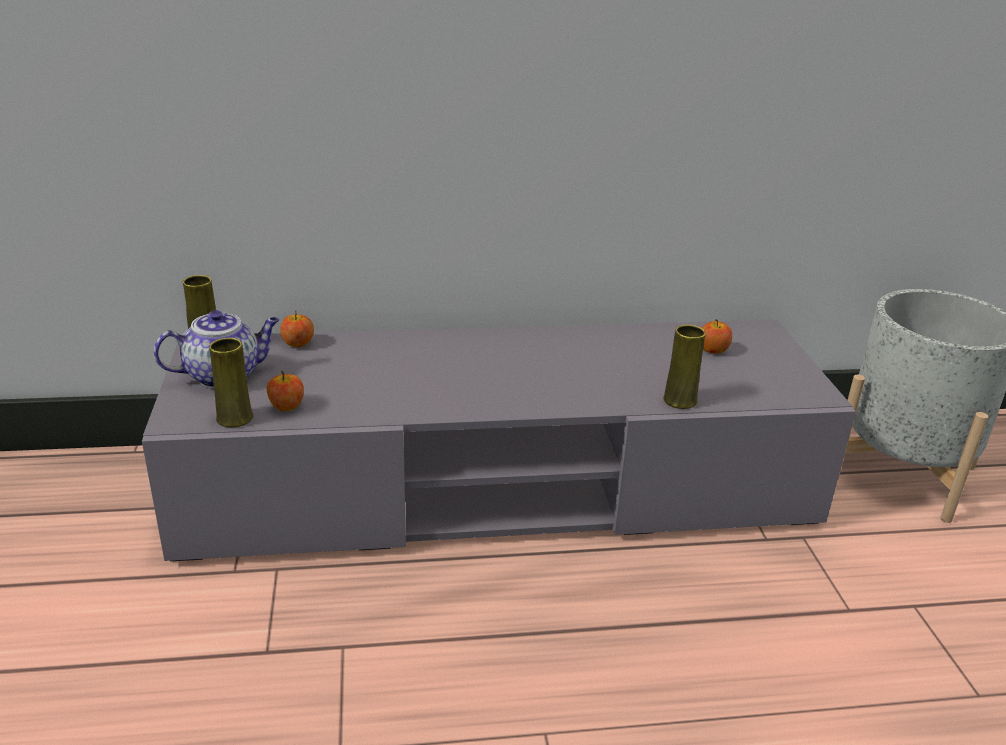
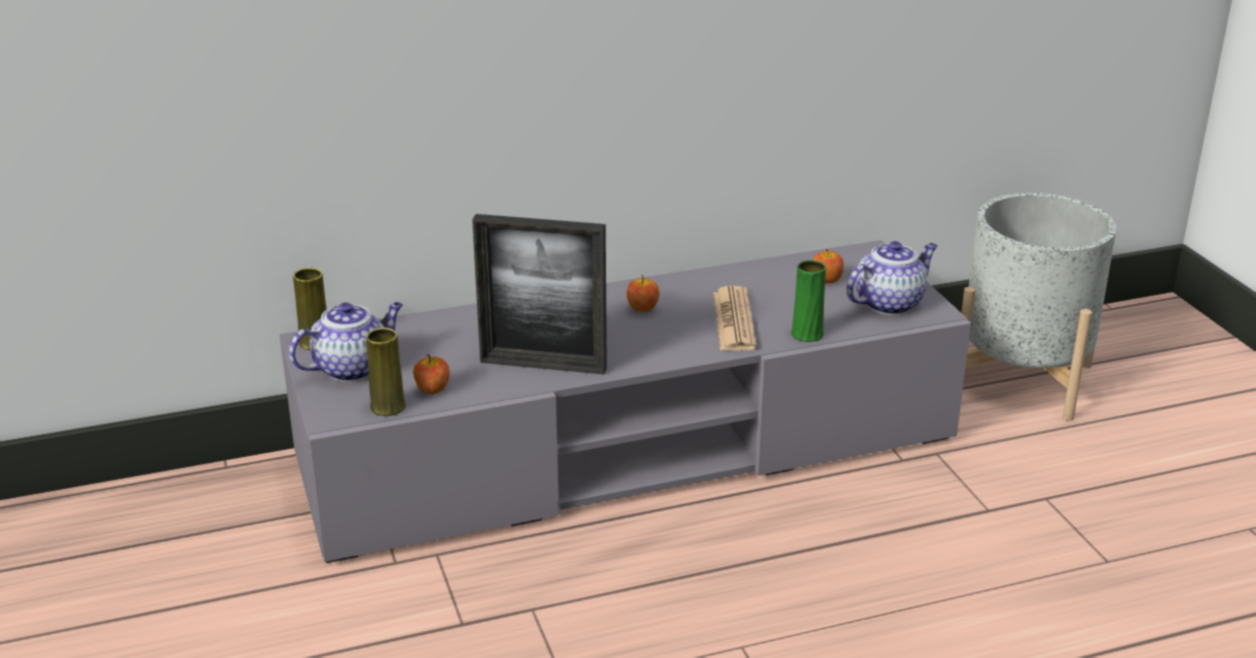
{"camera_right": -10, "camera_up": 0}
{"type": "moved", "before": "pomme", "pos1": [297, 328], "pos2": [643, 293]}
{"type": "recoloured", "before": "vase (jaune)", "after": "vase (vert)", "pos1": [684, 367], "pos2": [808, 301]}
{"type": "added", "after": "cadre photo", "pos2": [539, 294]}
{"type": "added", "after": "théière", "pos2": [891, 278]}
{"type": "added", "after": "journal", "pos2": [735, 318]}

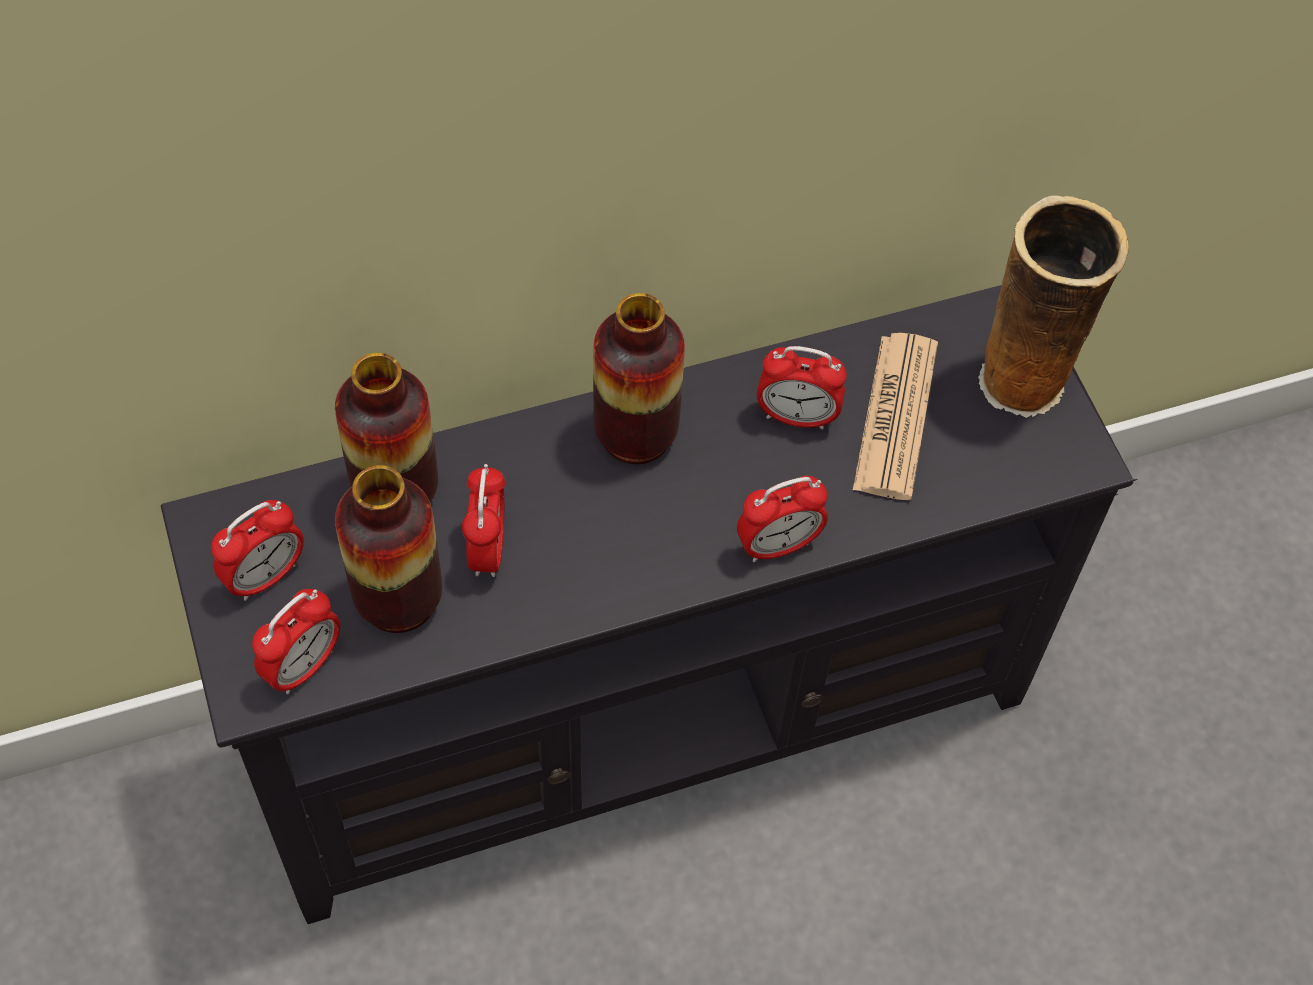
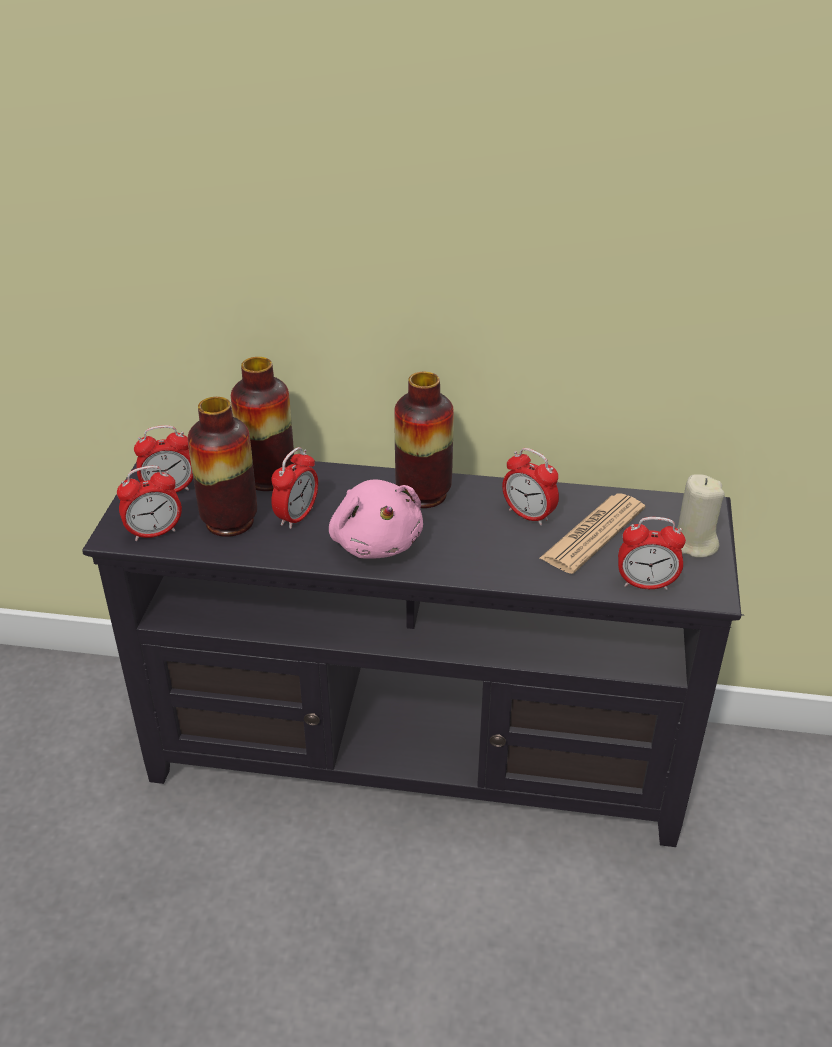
{"camera_right": 30, "camera_up": -20}
{"type": "replaced", "before": "vase", "after": "bougie (beige)", "pos1": [1053, 306], "pos2": [701, 516]}
{"type": "moved", "before": "réveil", "pos1": [782, 519], "pos2": [652, 553]}
{"type": "added", "after": "peluche (rose)", "pos2": [376, 519]}

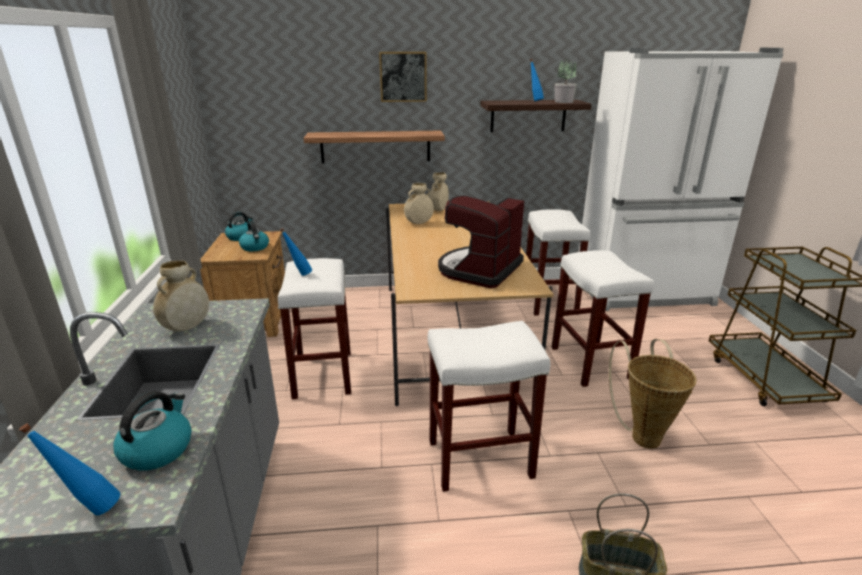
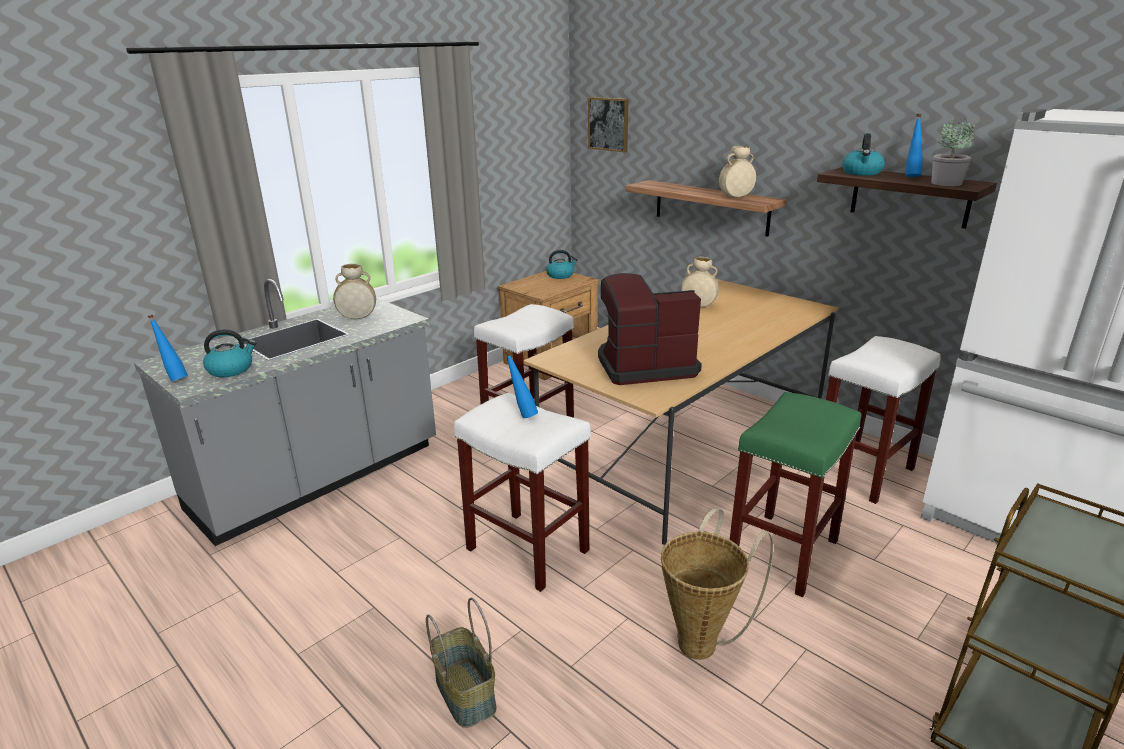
{"camera_right": 50, "camera_up": 0}
{"type": "moved", "before": "tableau", "pos1": [403, 77], "pos2": [608, 125]}
{"type": "moved", "before": "vase (beige)", "pos1": [439, 191], "pos2": [737, 172]}
{"type": "moved", "before": "bouilloire", "pos1": [254, 236], "pos2": [863, 154]}
{"type": "moved", "before": "bouteille (bleu)", "pos1": [296, 252], "pos2": [521, 384]}
{"type": "recoloured", "before": "tabouret (blanc)", "after": "tabouret (vert)", "pos1": [602, 318], "pos2": [795, 494]}

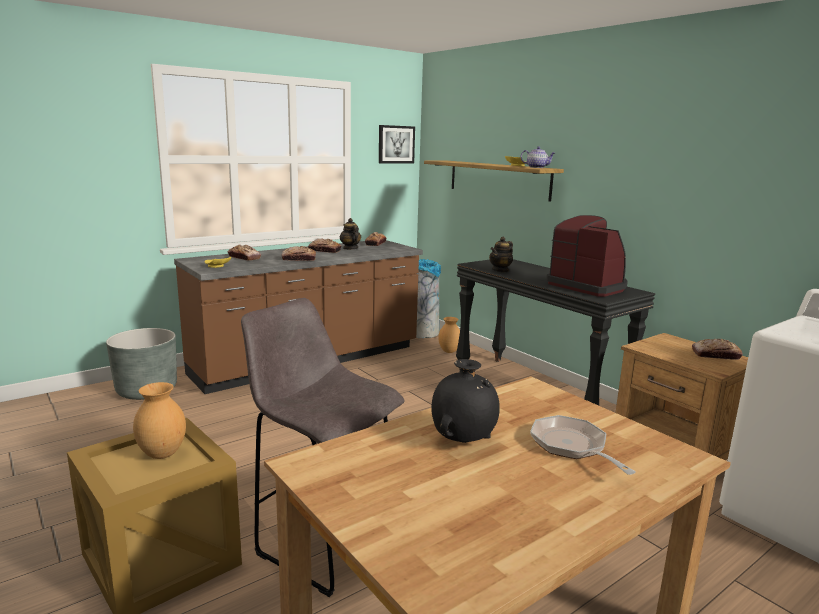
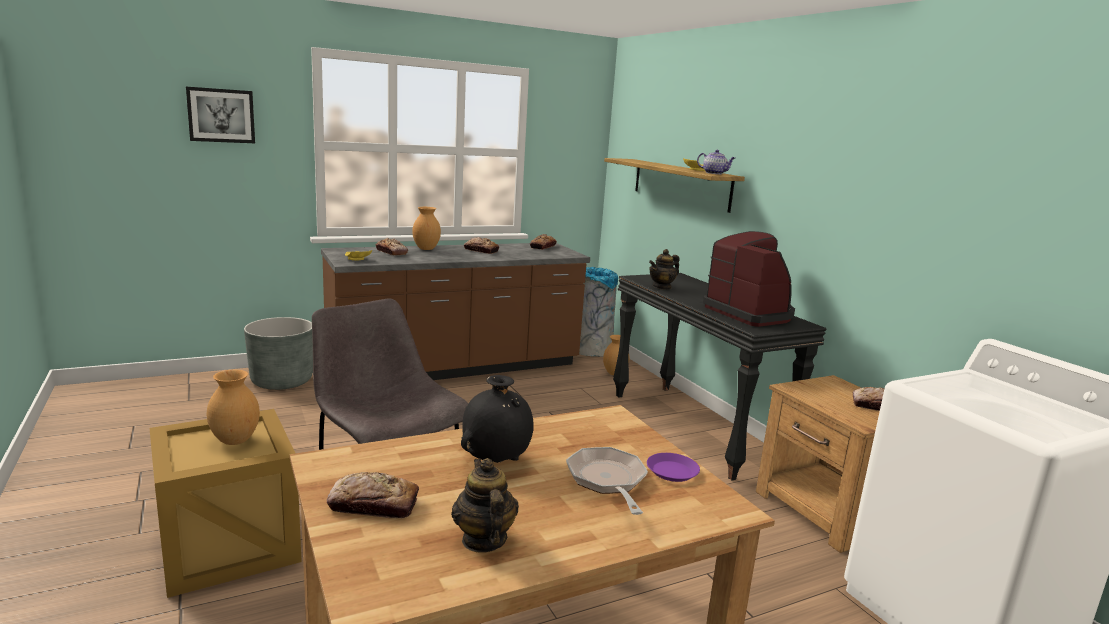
{"camera_right": 10, "camera_up": 0}
{"type": "moved", "before": "tableau", "pos1": [397, 144], "pos2": [220, 115]}
{"type": "moved", "before": "théière", "pos1": [350, 234], "pos2": [485, 505]}
{"type": "moved", "before": "pain", "pos1": [299, 253], "pos2": [373, 495]}
{"type": "added", "after": "vase (marron)", "pos2": [426, 228]}
{"type": "added", "after": "assiette (violet)", "pos2": [673, 467]}

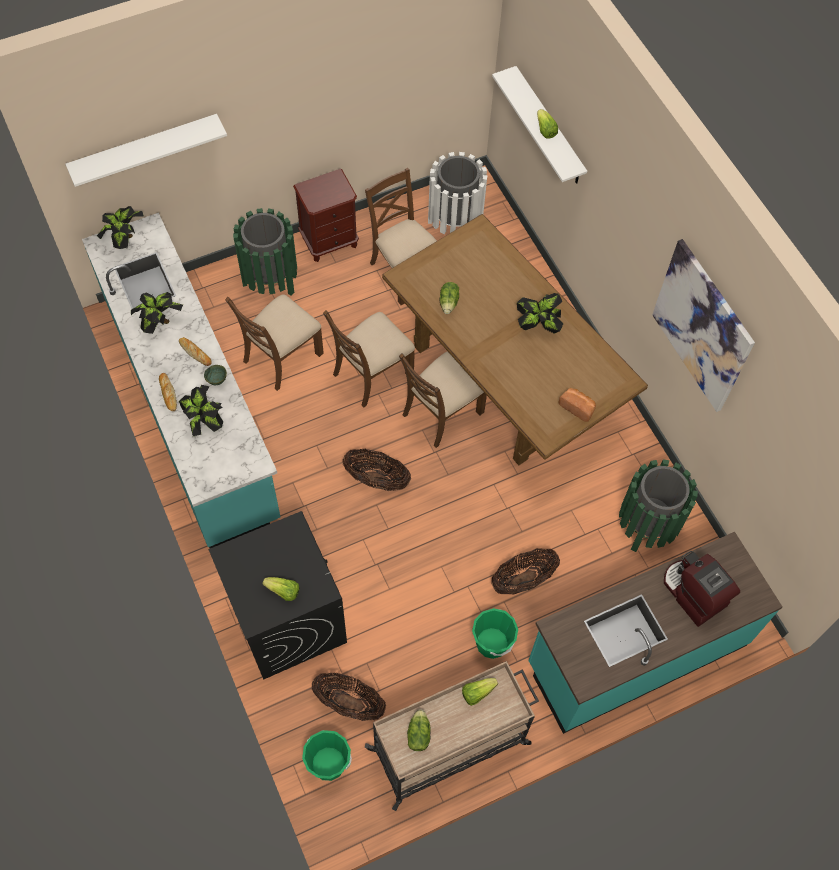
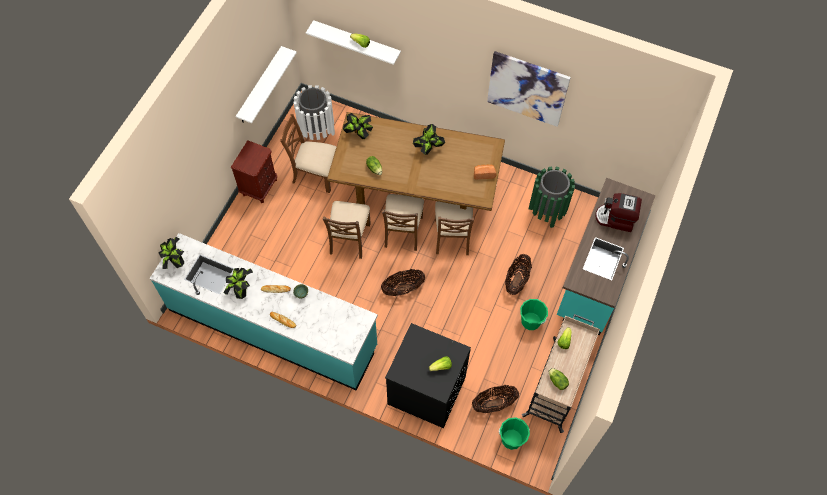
{"camera_right": -40, "camera_up": 0}
{"type": "moved", "before": "étagère (blanc)", "pos1": [146, 150], "pos2": [266, 84]}
{"type": "removed", "before": "poubelle (vert)", "pos1": [265, 252]}
{"type": "moved", "before": "chaise (marron)", "pos1": [274, 342], "pos2": [454, 228]}
{"type": "moved", "before": "plante en pot", "pos1": [201, 410], "pos2": [358, 126]}

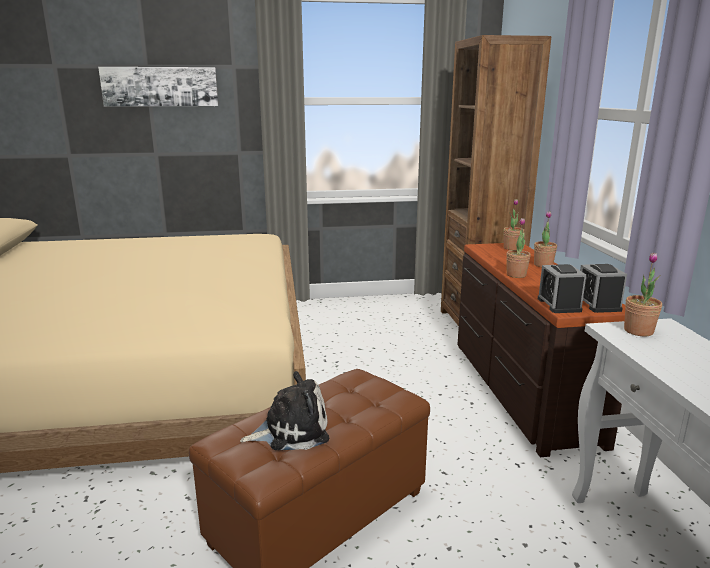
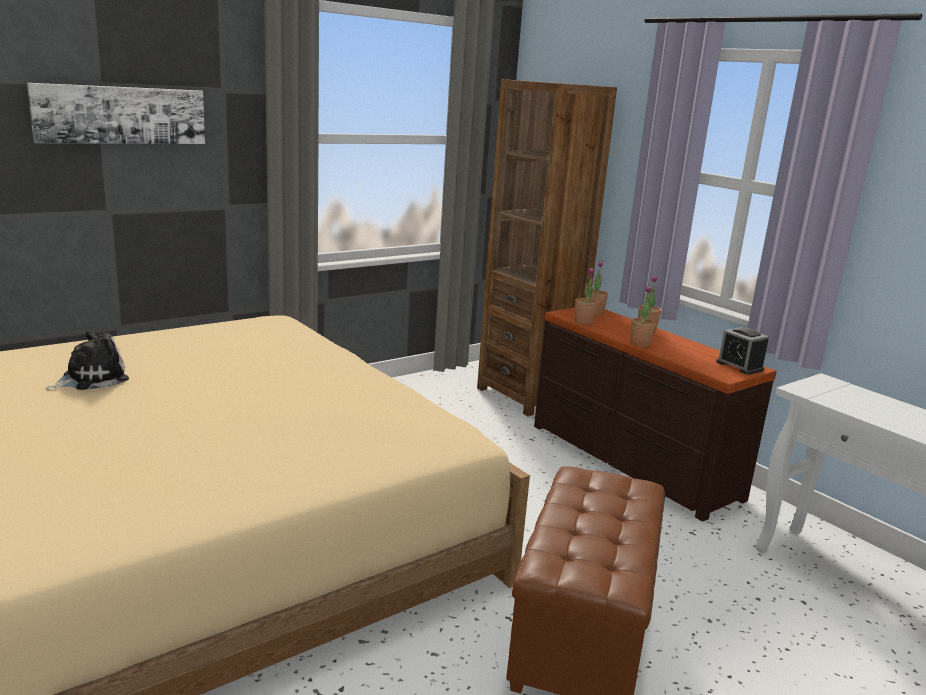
{"camera_right": -30, "camera_up": 0}
{"type": "moved", "before": "plante en pot", "pos1": [643, 294], "pos2": [586, 296]}
{"type": "removed", "before": "réveil", "pos1": [562, 288]}
{"type": "moved", "before": "peluche", "pos1": [284, 410], "pos2": [87, 360]}

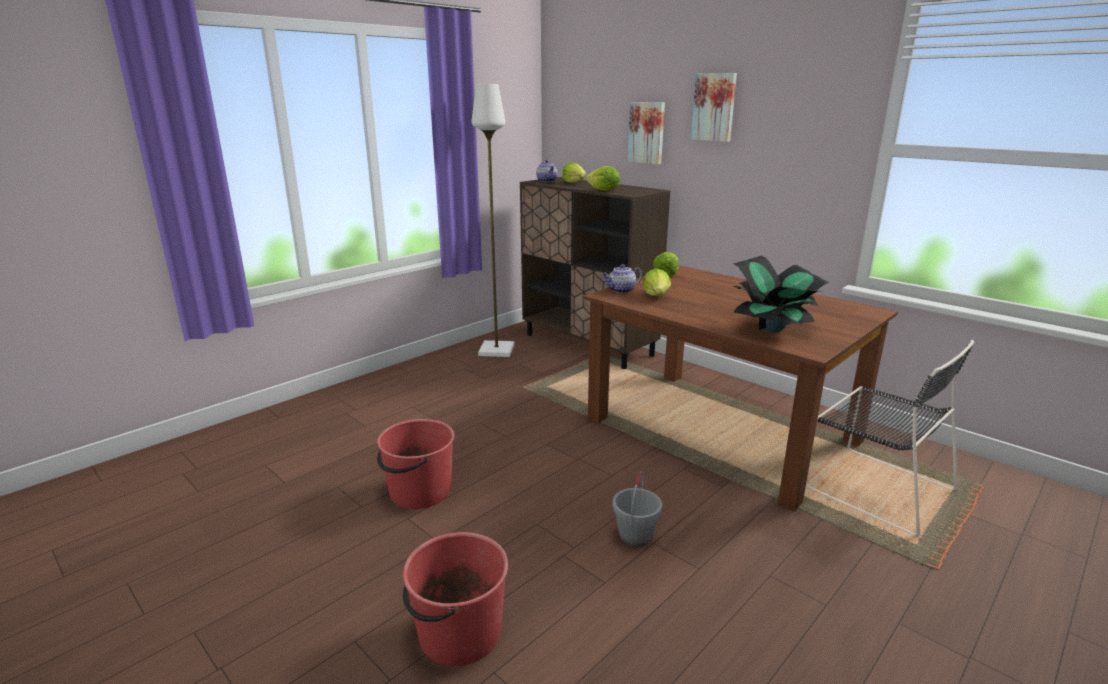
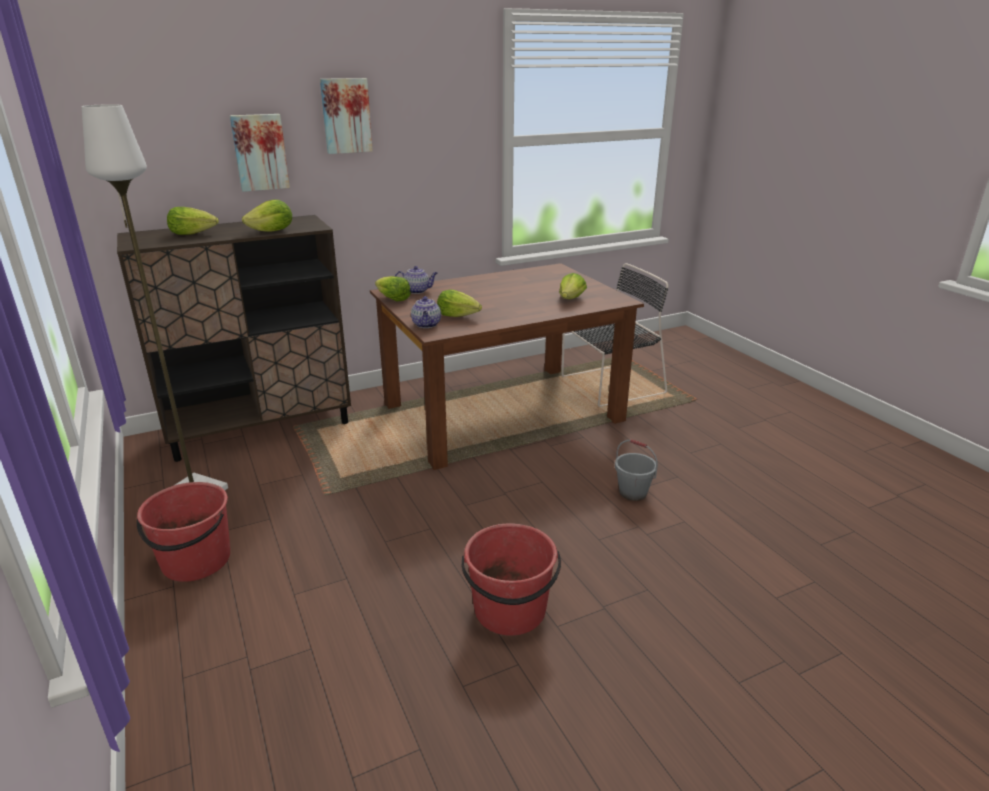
{"camera_right": -70, "camera_up": 5}
{"type": "moved", "before": "théière", "pos1": [547, 171], "pos2": [416, 280]}
{"type": "replaced", "before": "plante en pot", "after": "laitue", "pos1": [780, 293], "pos2": [573, 286]}
{"type": "moved", "before": "seau (rouge)", "pos1": [455, 599], "pos2": [183, 532]}

